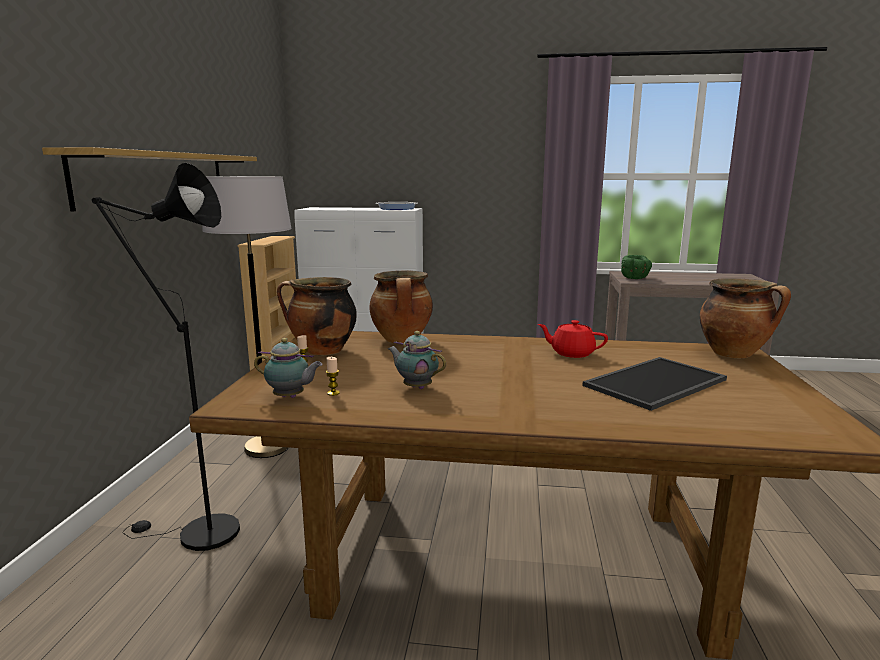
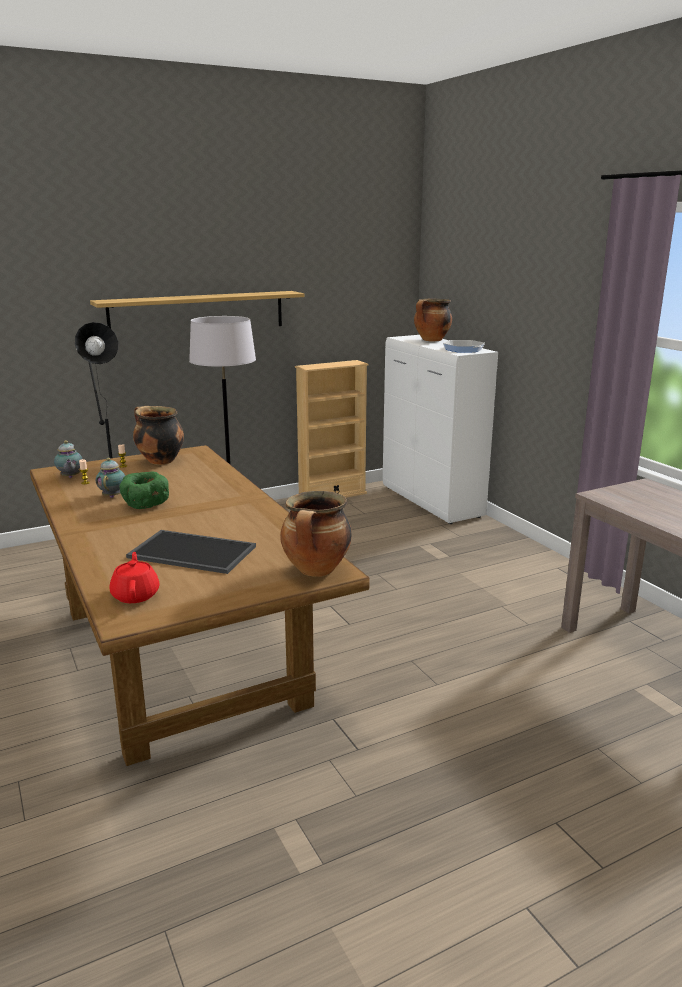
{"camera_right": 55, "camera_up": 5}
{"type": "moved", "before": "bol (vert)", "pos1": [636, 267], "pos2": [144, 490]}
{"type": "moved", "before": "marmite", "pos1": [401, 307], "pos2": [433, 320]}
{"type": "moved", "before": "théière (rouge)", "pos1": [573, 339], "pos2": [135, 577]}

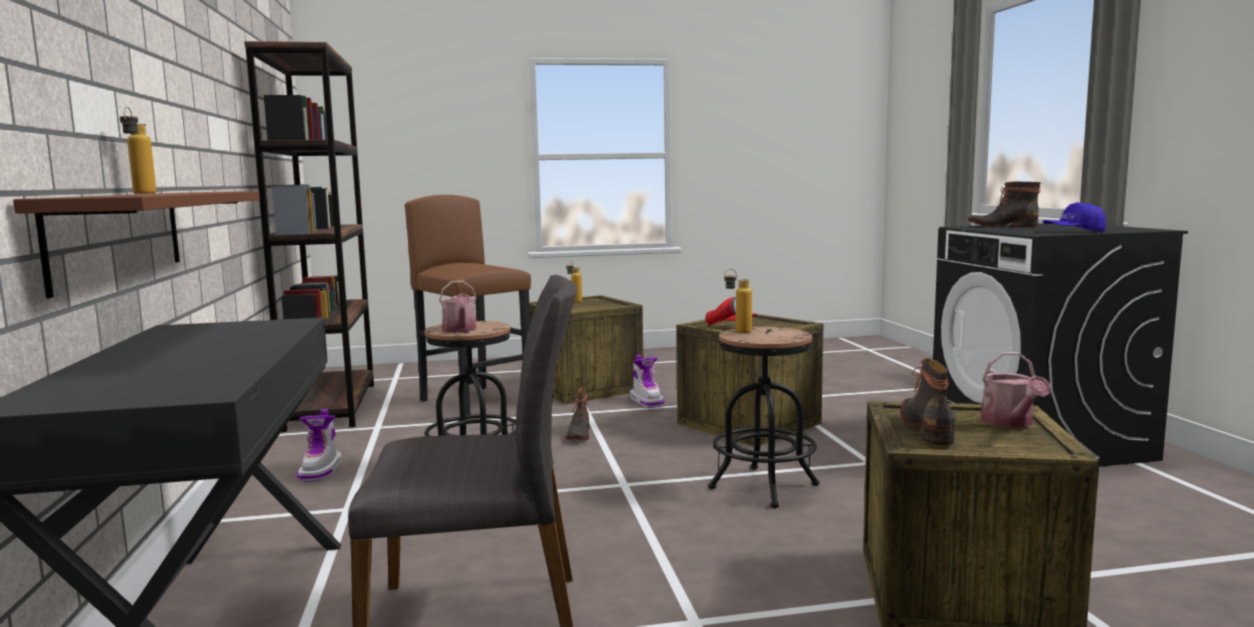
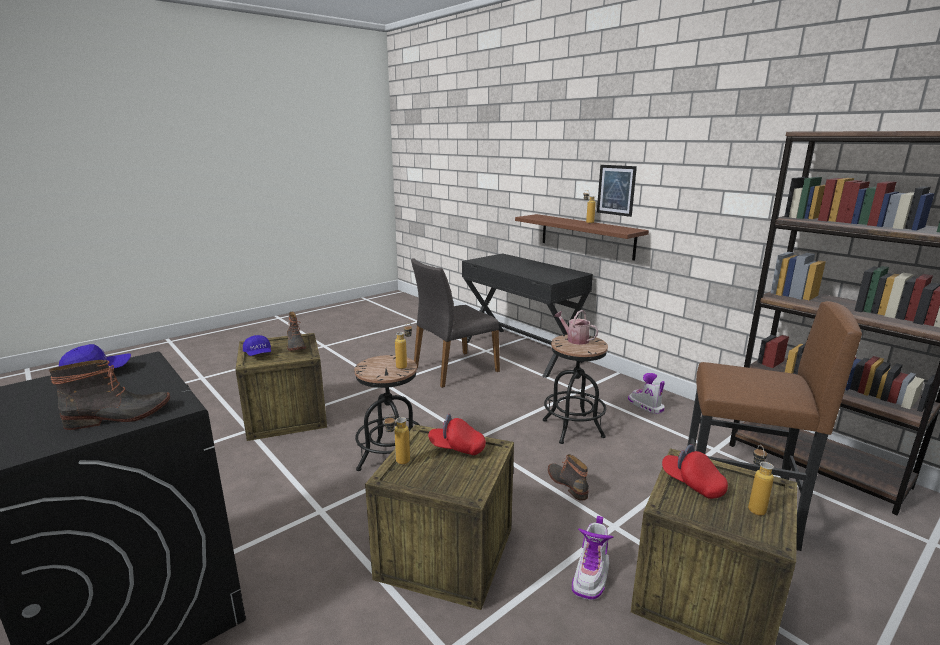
{"camera_right": 150, "camera_up": 10}
{"type": "replaced", "before": "arrosoir", "after": "casquette (bleu)", "pos1": [1016, 390], "pos2": [257, 345]}
{"type": "turned", "before": "botte", "pos1": [647, 381], "pos2": [592, 558], "turn": -105}
{"type": "added", "after": "tableau", "pos2": [617, 191]}
{"type": "added", "after": "bouteille", "pos2": [397, 439]}
{"type": "added", "after": "casquette (rouge)", "pos2": [695, 471]}

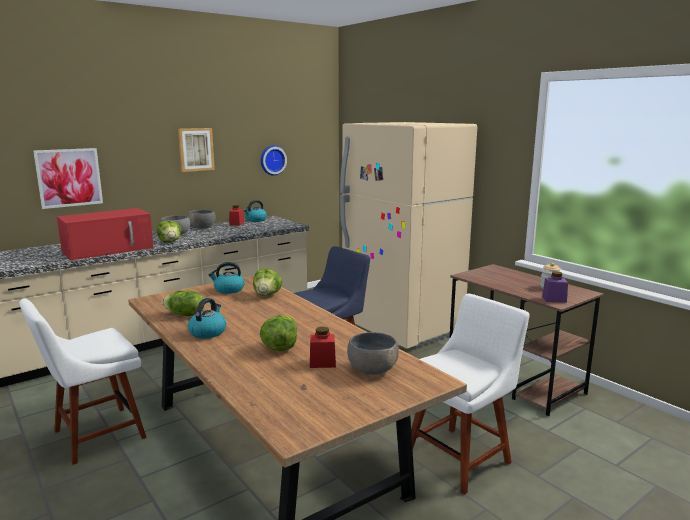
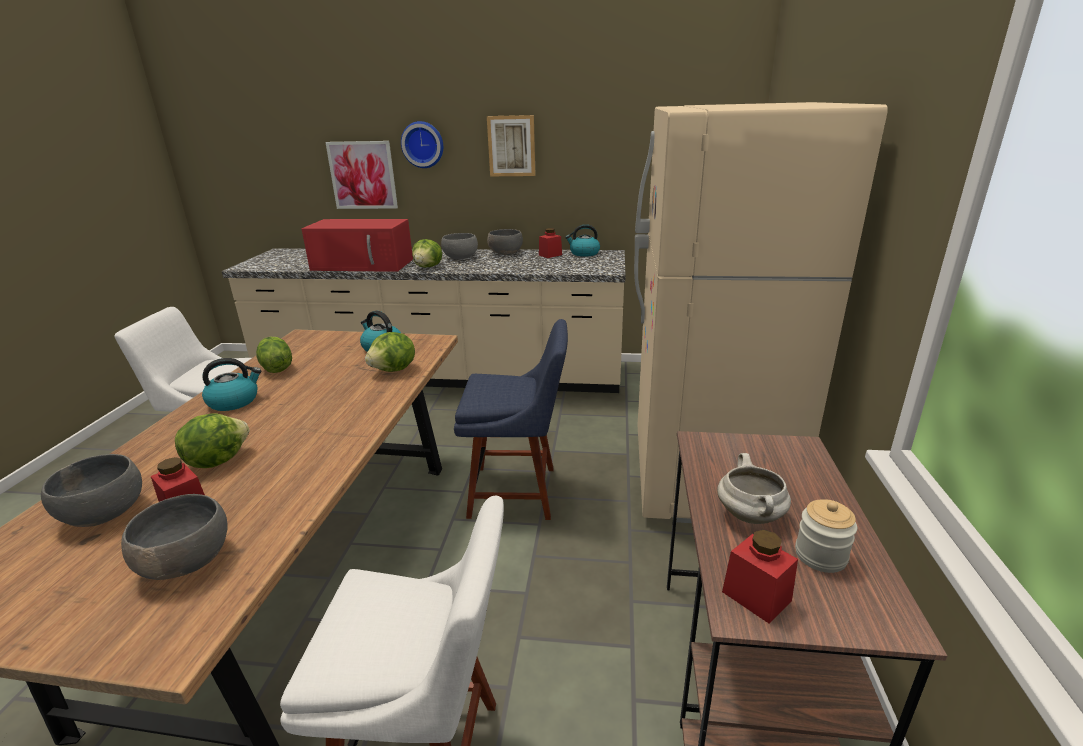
{"camera_right": 45, "camera_up": 10}
{"type": "moved", "before": "horloge murale", "pos1": [274, 160], "pos2": [422, 144]}
{"type": "recoloured", "before": "bocal (violet)", "after": "bocal (rouge)", "pos1": [555, 287], "pos2": [760, 577]}
{"type": "added", "after": "marmite (blanc)", "pos2": [754, 488]}
{"type": "added", "after": "bol (gris)", "pos2": [91, 490]}

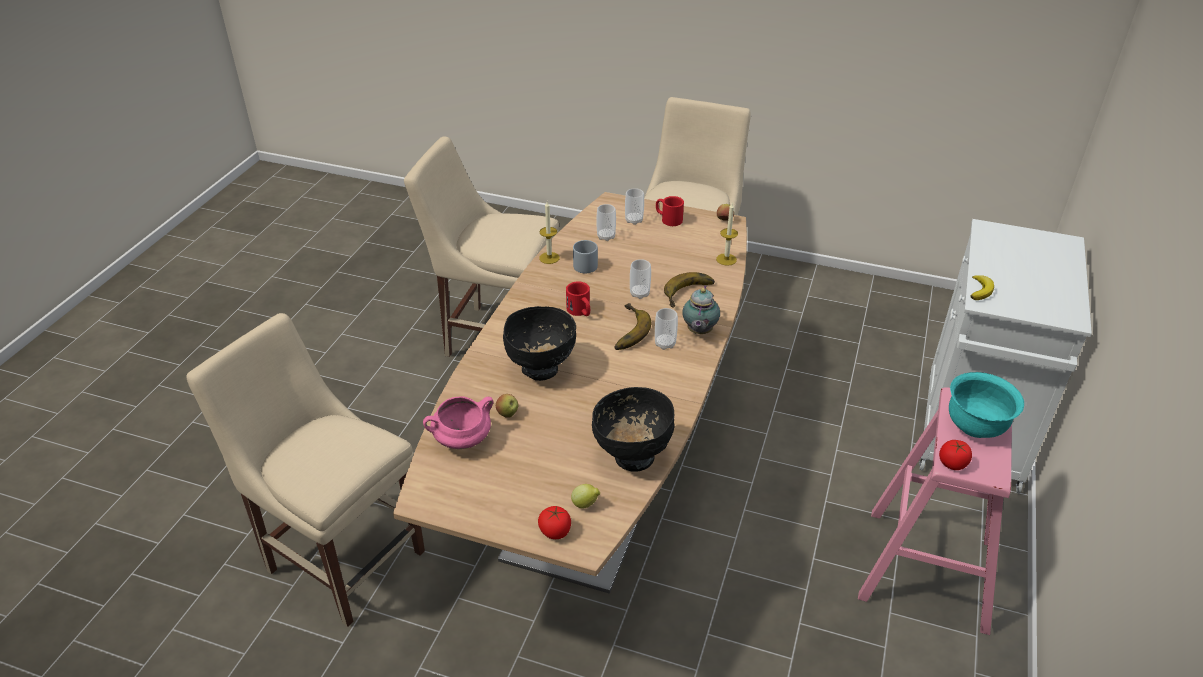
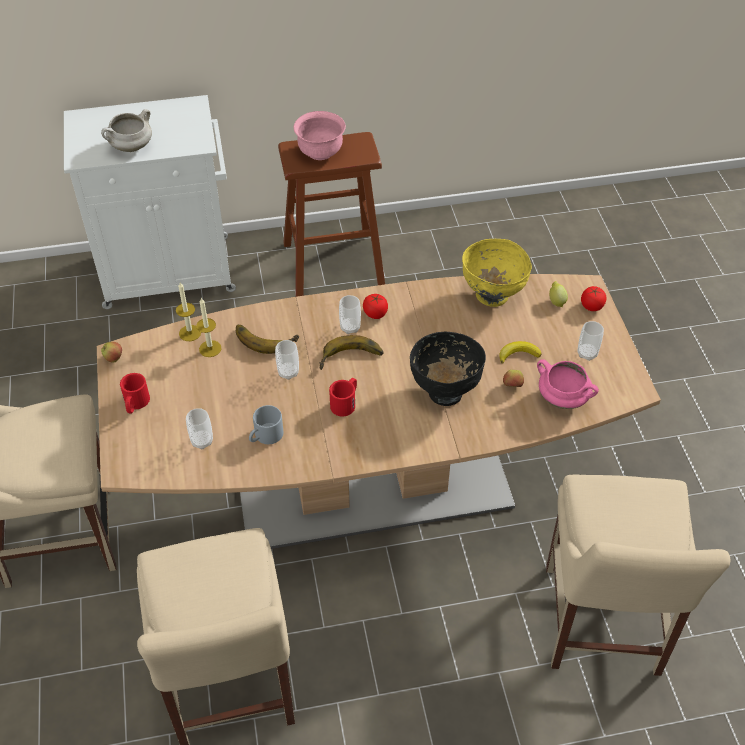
{"camera_right": -120, "camera_up": 10}
{"type": "moved", "before": "tasse", "pos1": [634, 206], "pos2": [591, 341]}
{"type": "moved", "before": "bougie", "pos1": [549, 233], "pos2": [209, 327]}
{"type": "moved", "before": "banane", "pos1": [982, 287], "pos2": [520, 352]}
{"type": "removed", "before": "théière", "pos1": [701, 309]}
{"type": "recoloured", "before": "bol (turquoise)", "after": "bol (rose)", "pos1": [986, 405], "pos2": [320, 135]}
{"type": "recoloured", "before": "bol (noir)", "after": "bol (jaune)", "pos1": [633, 429], "pos2": [497, 273]}
{"type": "recoloured", "before": "tabouret (rose)", "after": "tabouret (marron)", "pos1": [935, 511], "pos2": [331, 214]}
{"type": "moved", "before": "tomate", "pos1": [955, 455], "pos2": [375, 306]}
{"type": "added", "after": "marmite (blanc)", "pos2": [126, 130]}

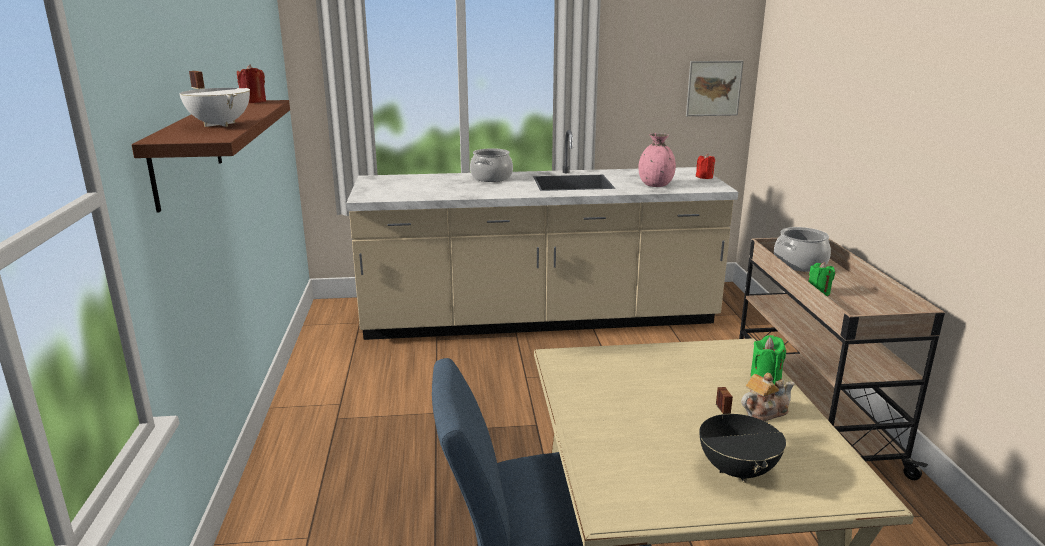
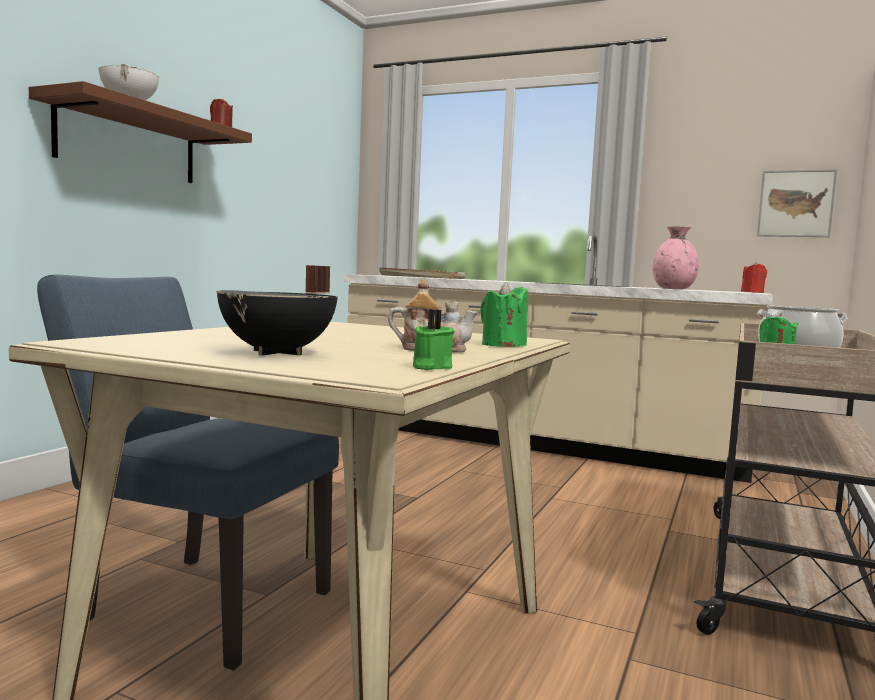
{"camera_right": 30, "camera_up": -15}
{"type": "removed", "before": "marmite", "pos1": [491, 165]}
{"type": "added", "after": "plateau (blanc)", "pos2": [422, 273]}
{"type": "added", "after": "bougie (vert)", "pos2": [434, 340]}

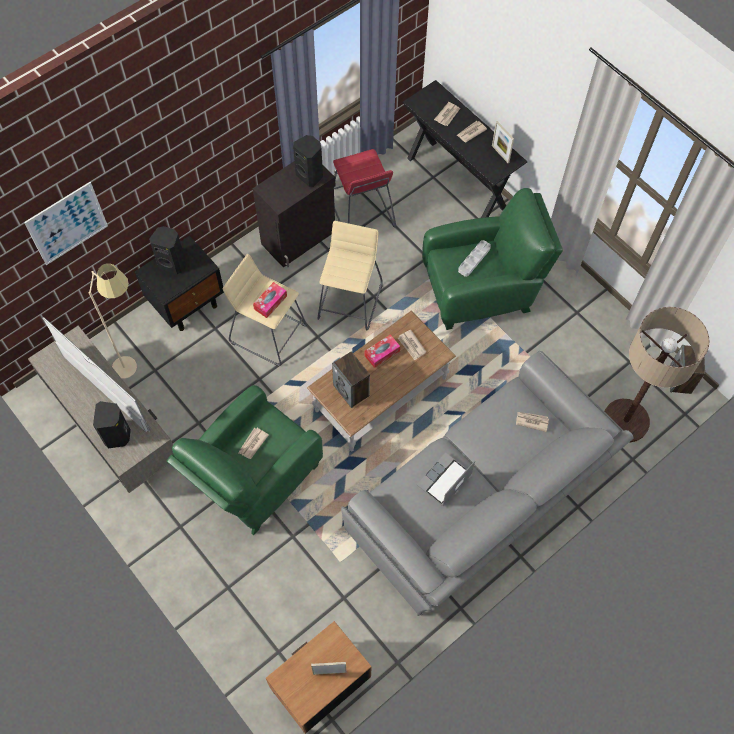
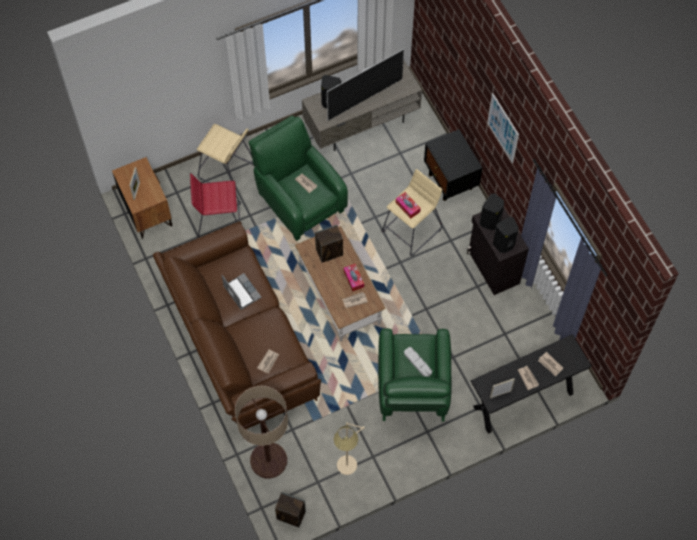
{"camera_right": 105, "camera_up": 0}
{"type": "moved", "before": "tabouret (rouge)", "pos1": [364, 188], "pos2": [215, 205]}
{"type": "moved", "before": "tableau", "pos1": [66, 223], "pos2": [503, 128]}
{"type": "moved", "before": "tabouret (beige)", "pos1": [350, 275], "pos2": [225, 159]}
{"type": "moved", "before": "enceinte (noir)", "pos1": [167, 250], "pos2": [492, 212]}
{"type": "moved", "before": "lampadaire (beige)", "pos1": [112, 321], "pos2": [349, 448]}
{"type": "recoloured", "before": "canapé (gris)", "after": "canapé (marron)", "pos1": [487, 483], "pos2": [237, 325]}

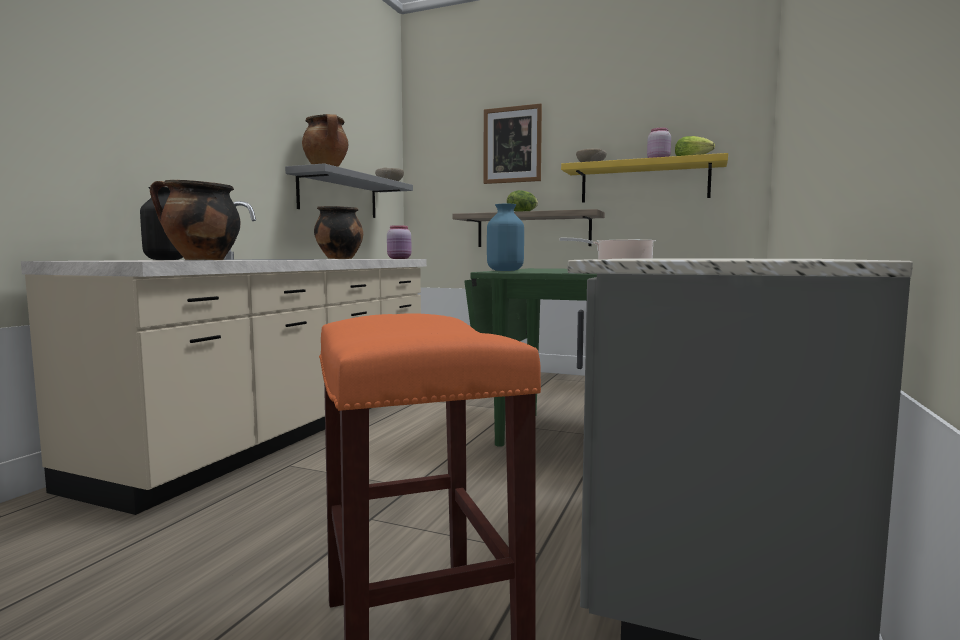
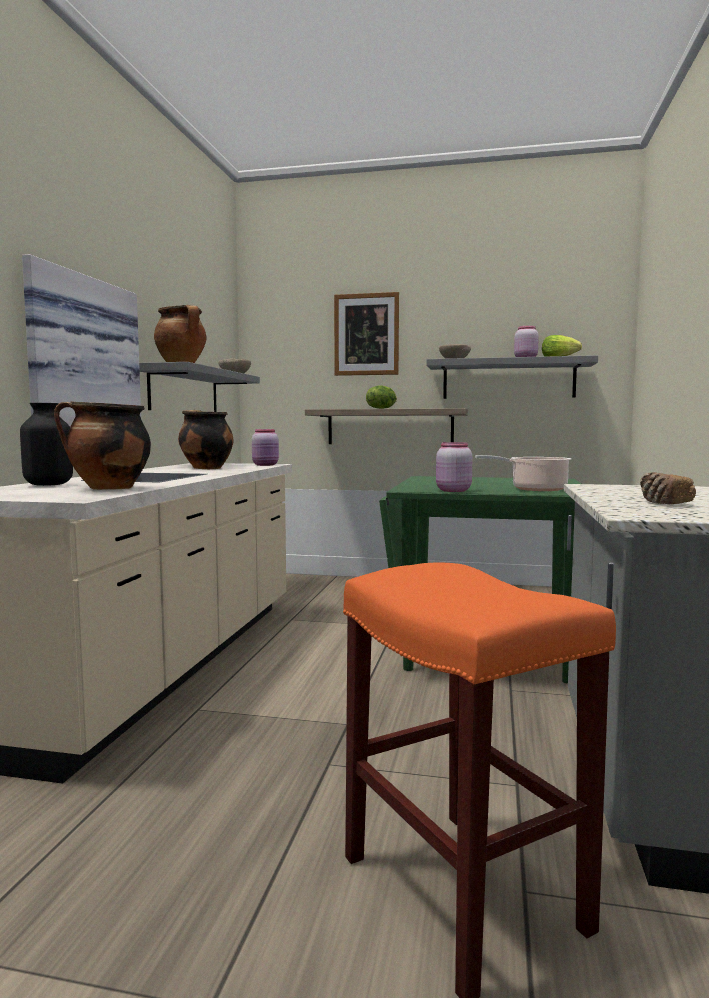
{"camera_right": -10, "camera_up": 0}
{"type": "recoloured", "before": "étagère (jaune)", "after": "étagère (gris)", "pos1": [644, 178], "pos2": [512, 377]}
{"type": "removed", "before": "vase (bleu)", "pos1": [505, 237]}
{"type": "added", "after": "tableau", "pos2": [81, 340]}
{"type": "added", "after": "bocal (rose)", "pos2": [454, 467]}
{"type": "added", "after": "pain", "pos2": [668, 488]}

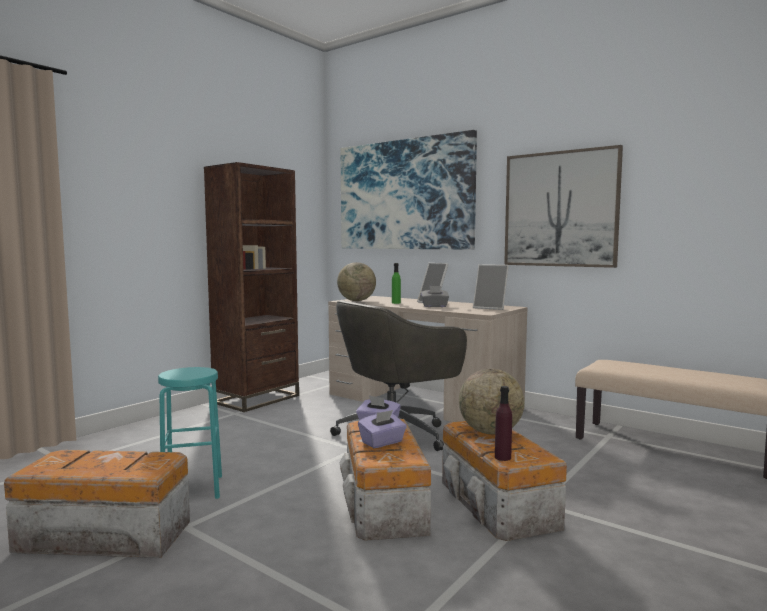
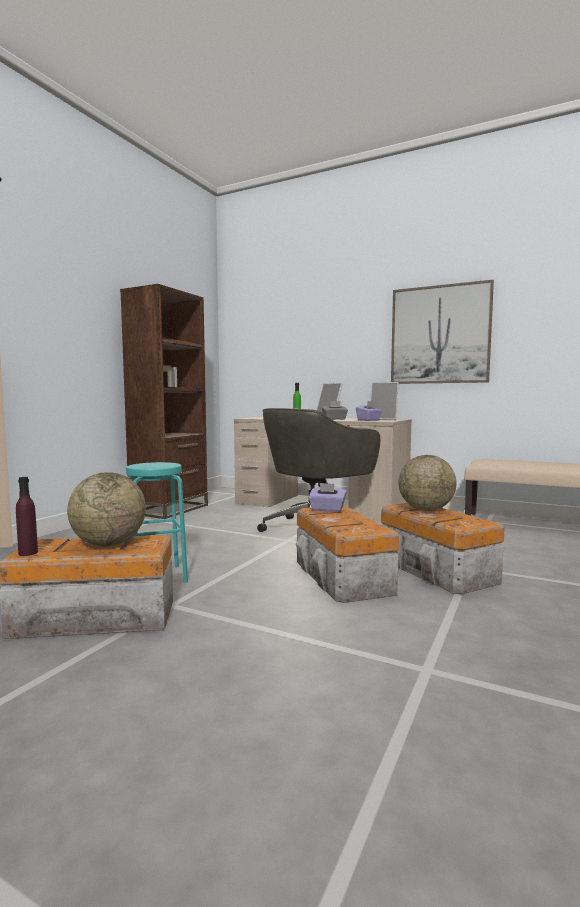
{"camera_right": -10, "camera_up": 0}
{"type": "removed", "before": "tableau", "pos1": [409, 190]}
{"type": "moved", "before": "globe", "pos1": [356, 281], "pos2": [106, 509]}
{"type": "moved", "before": "bouteille (violet)", "pos1": [503, 423], "pos2": [27, 516]}
{"type": "moved", "before": "boîte à mouchoirs (violet)", "pos1": [382, 429], "pos2": [369, 411]}

